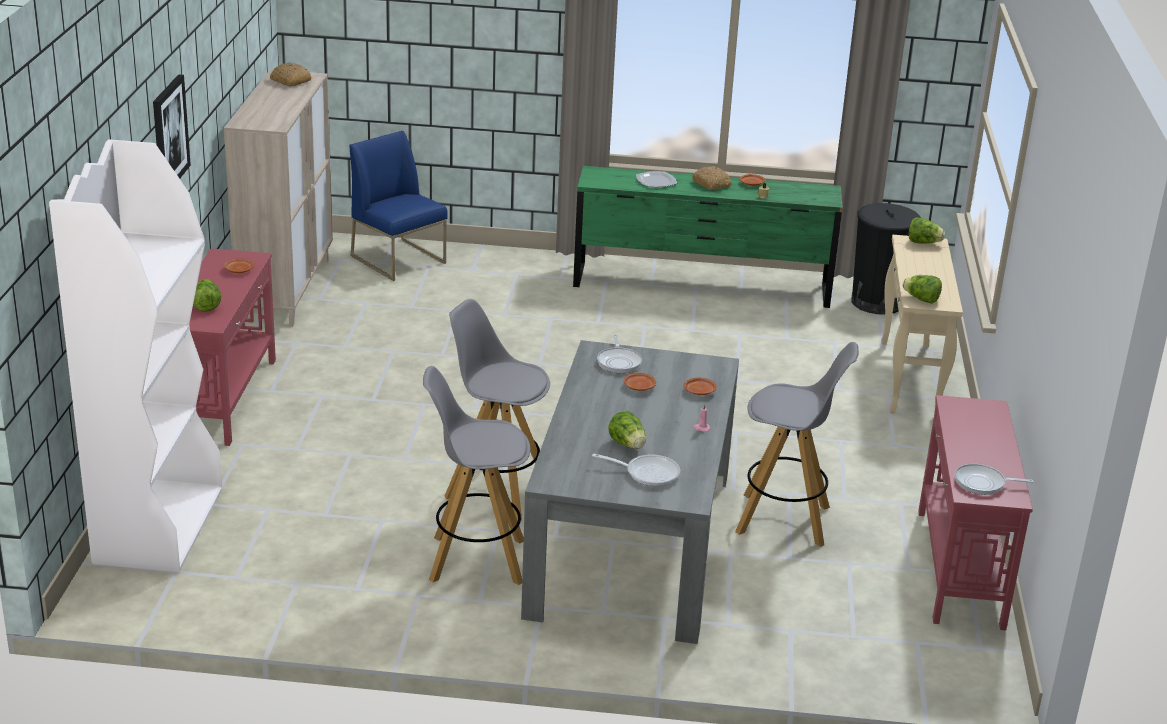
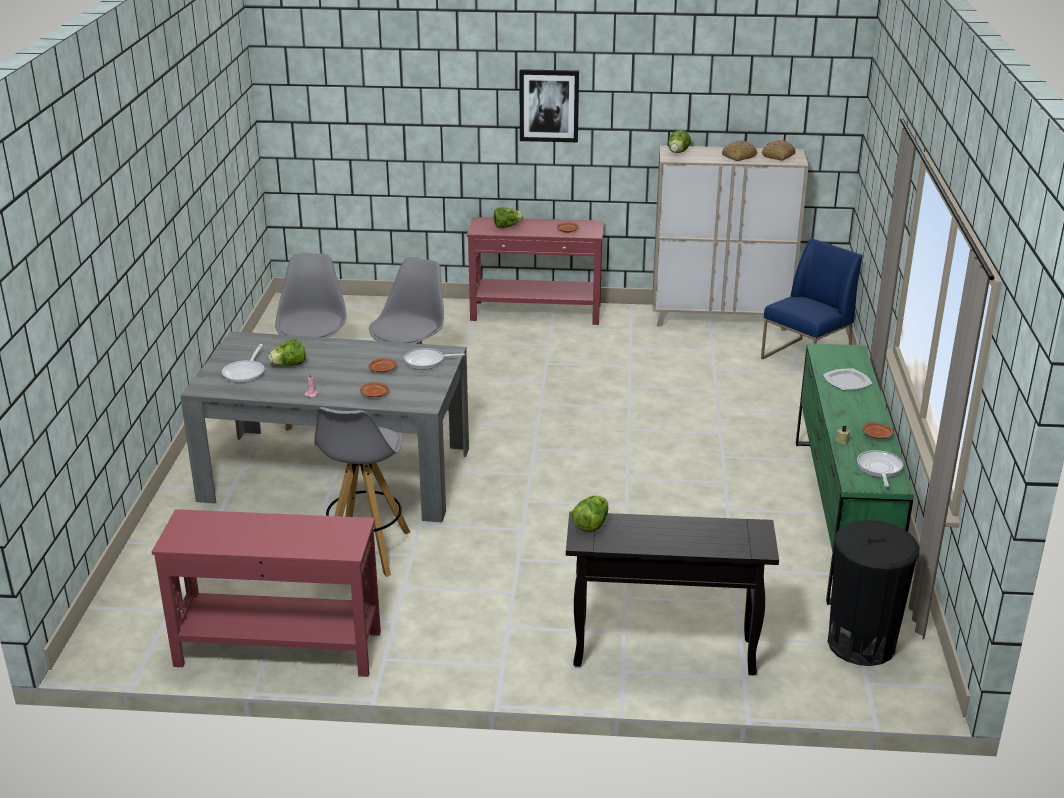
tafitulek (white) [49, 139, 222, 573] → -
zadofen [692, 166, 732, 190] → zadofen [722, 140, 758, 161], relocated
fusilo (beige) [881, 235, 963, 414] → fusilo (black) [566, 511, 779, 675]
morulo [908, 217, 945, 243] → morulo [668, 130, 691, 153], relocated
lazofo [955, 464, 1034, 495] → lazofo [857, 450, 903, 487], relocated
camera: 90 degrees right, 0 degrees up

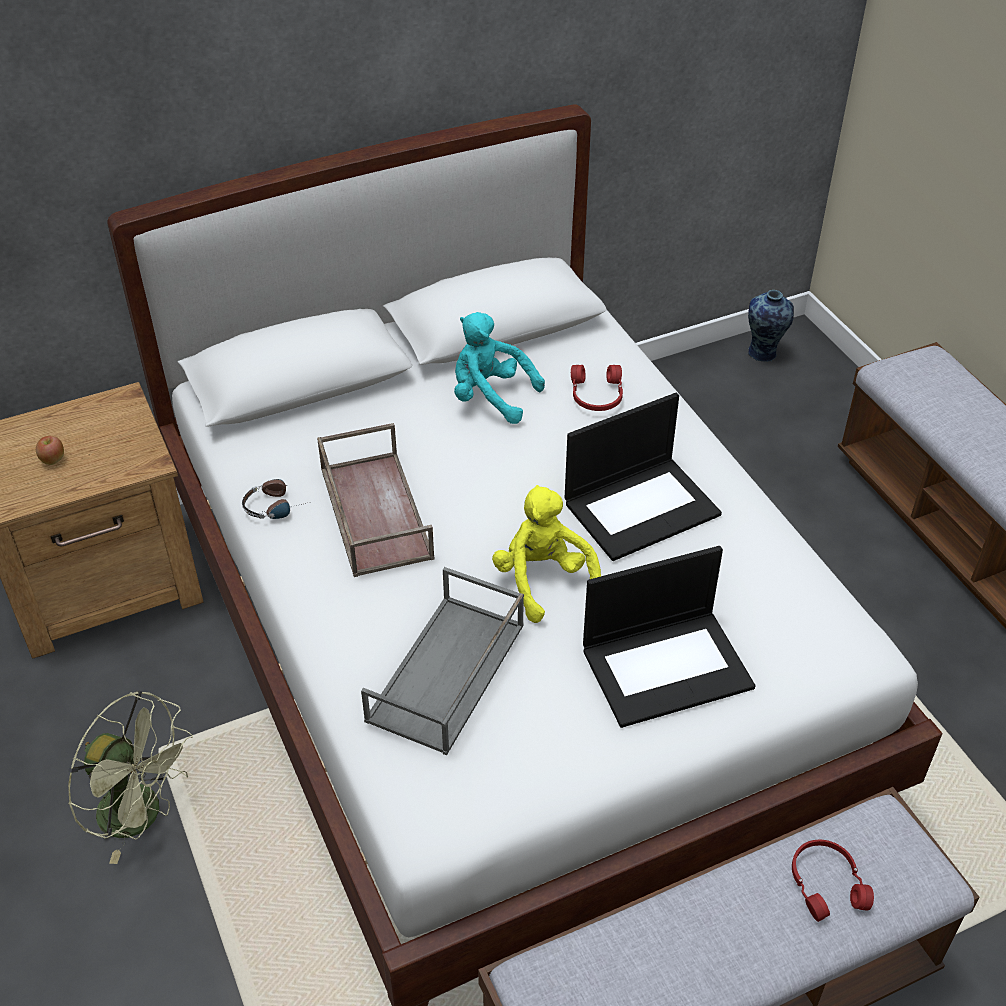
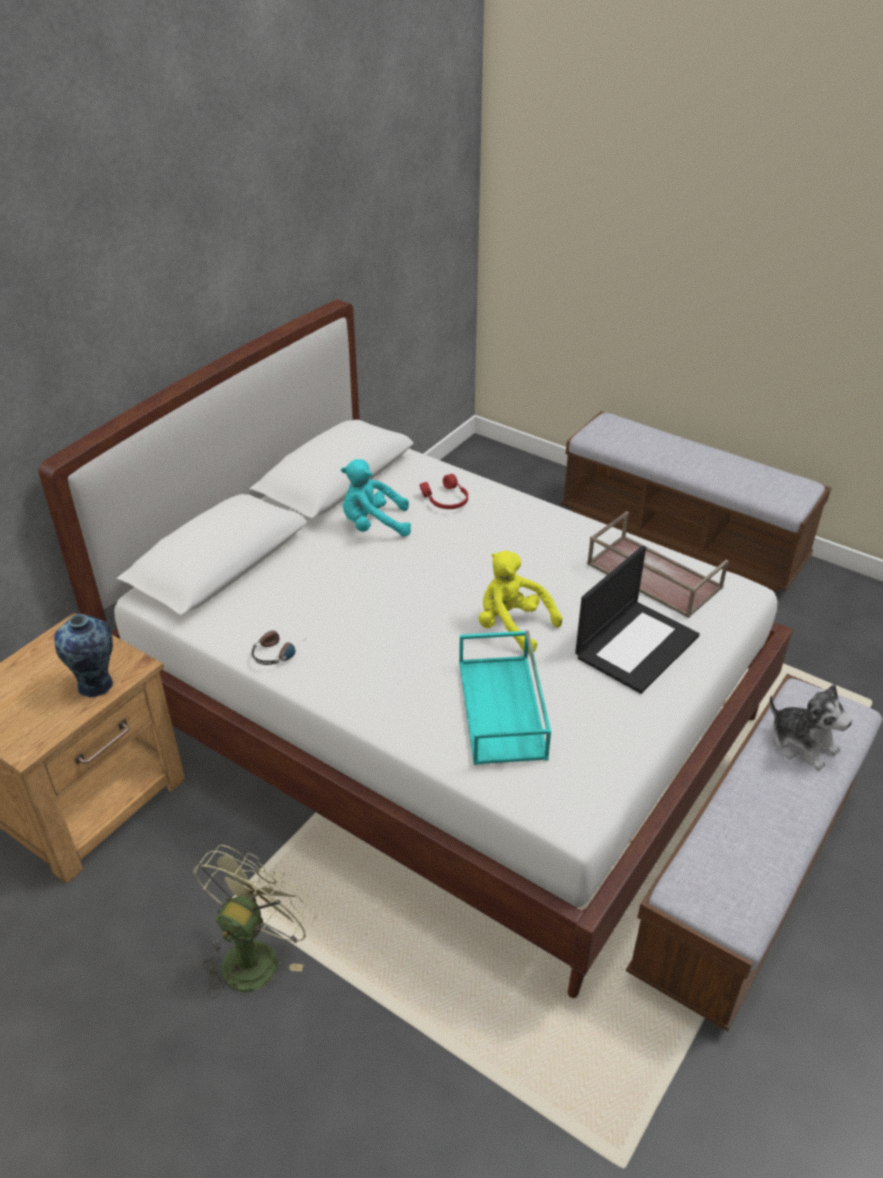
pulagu [36, 436, 64, 465] → -
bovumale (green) [68, 690, 193, 864] → bovumale (green) [193, 845, 316, 999], 60 degrees counterclockwise
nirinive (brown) [317, 423, 435, 577] → nirinive (brown) [587, 511, 729, 618], relocated
nirinive (grey) [361, 567, 524, 755] → nirinive (turquoise) [459, 630, 551, 765]
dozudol [565, 393, 722, 561] → -
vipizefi [748, 290, 794, 362] → vipizefi [54, 614, 113, 698], relocated
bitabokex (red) [792, 840, 874, 922] → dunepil [769, 684, 852, 771]
camera: 30 degrees left, 5 degrees down

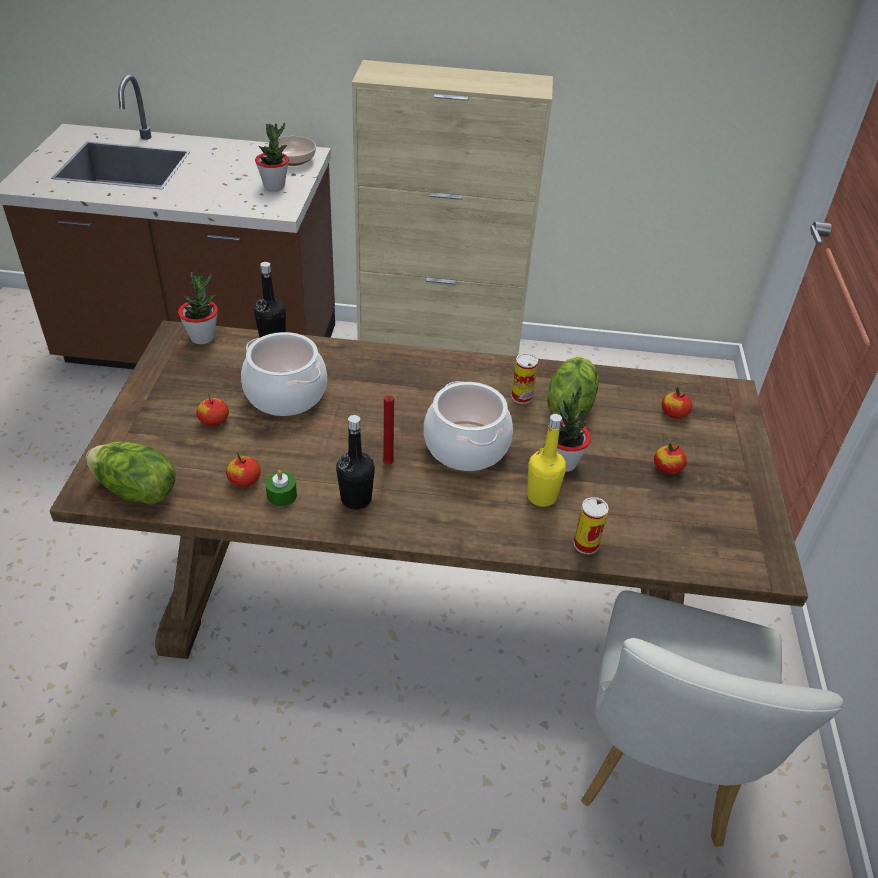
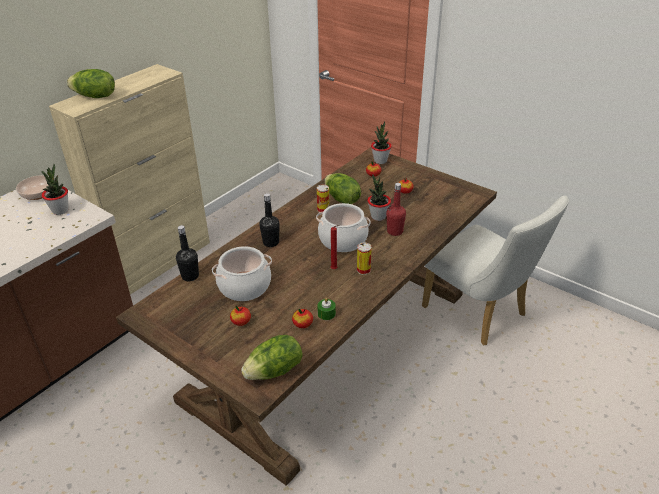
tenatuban [178, 272, 218, 344] → tenatuban [371, 121, 392, 164], relocated
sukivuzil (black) [336, 415, 375, 509] → sukivuzil (black) [259, 193, 280, 247], relocated
sukivuzil (yellow) [527, 414, 566, 507] → sukivuzil (red) [386, 183, 406, 236]
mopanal [573, 497, 609, 554] → mopanal [357, 243, 372, 275], relocated
- → morulo [67, 69, 115, 98]
camera: 55 degrees left, 5 degrees down

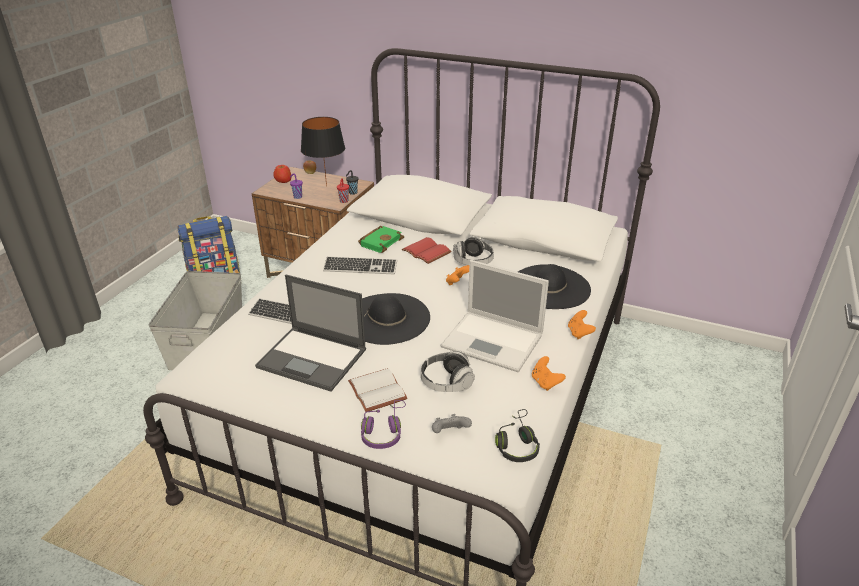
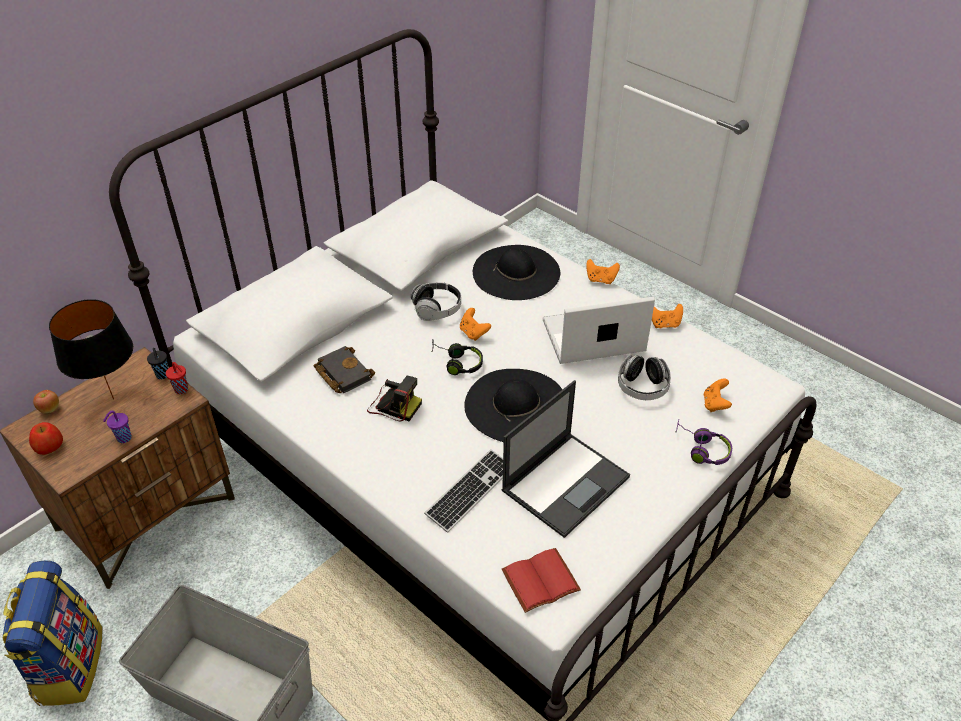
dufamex [323, 256, 397, 274] → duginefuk [367, 376, 422, 422]
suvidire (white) [348, 368, 407, 412] → -
suvidire (green) [358, 226, 404, 253] → suvidire (black) [314, 346, 375, 393]
suvidire (red) [402, 237, 452, 264] → suvidire (red) [502, 548, 581, 613], relocated
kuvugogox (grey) [432, 414, 472, 433] → kuvugogox (orange) [704, 379, 732, 412]
dozudol [441, 260, 549, 372] → dozudol [543, 297, 655, 364], 150 degrees counterclockwise
bitabokex (black) [495, 409, 540, 462] → bitabokex (black) [431, 340, 483, 375], relocated
camera: 70 degrees left, 10 degrees up

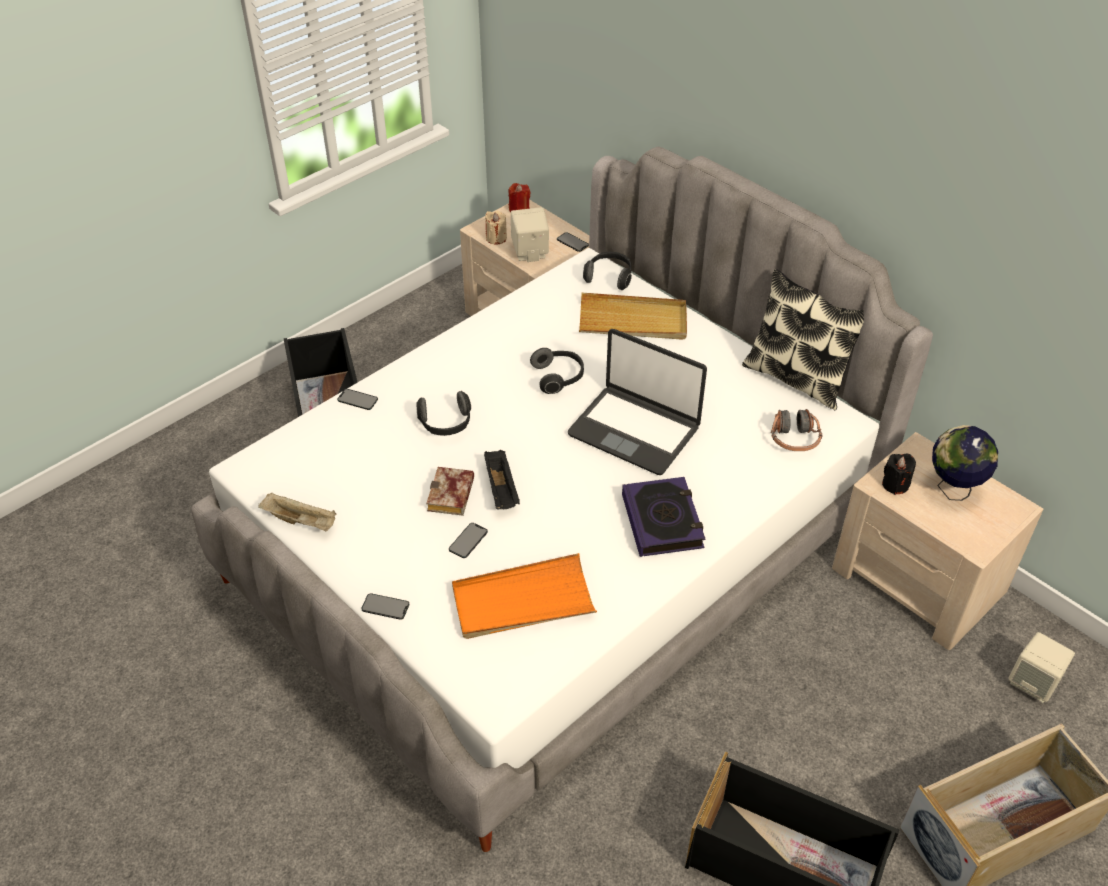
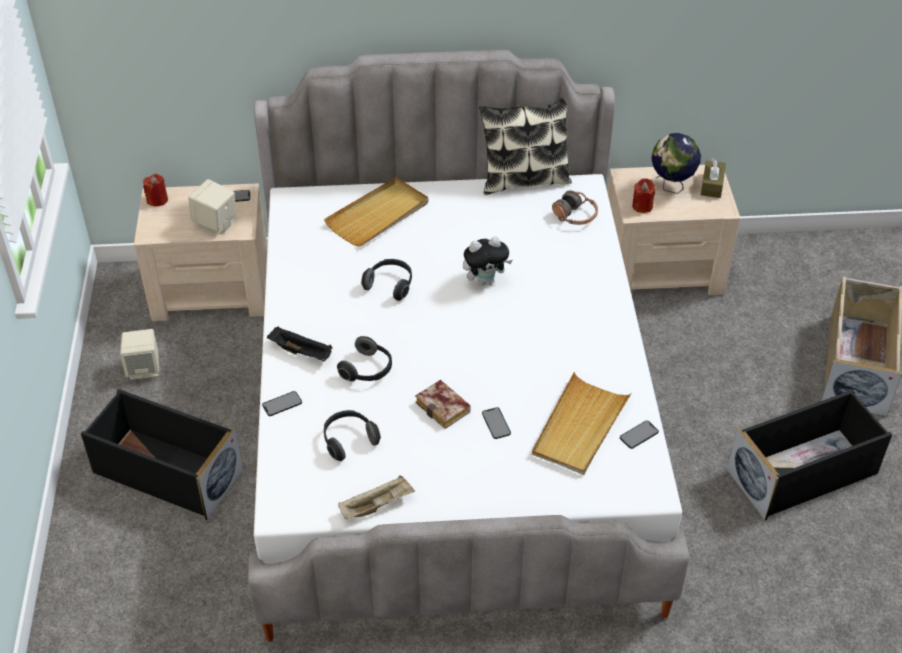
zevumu [361, 593, 409, 620] → zevumu [620, 421, 659, 449], relocated
nirinive (orange) [452, 553, 597, 639] → nirinive (beige) [532, 372, 632, 475]
nirinive (black) [484, 450, 520, 510] → nirinive (black) [267, 326, 333, 362], relocated
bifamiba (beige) [485, 211, 507, 245] → -
dozudol [568, 329, 707, 475] → dunepil [463, 236, 513, 286]
bitabokex [583, 252, 632, 290] → bitabokex [324, 410, 381, 461], relocated
suvidire [622, 477, 705, 557] → -
bifamiba (black) [882, 453, 916, 495] → bifamiba (red) [632, 178, 656, 213]
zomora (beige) [1008, 632, 1075, 703] → zomora (beige) [120, 329, 159, 380], relocated
- → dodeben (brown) [701, 158, 726, 198]
camera: 50 degrees left, 0 degrees up

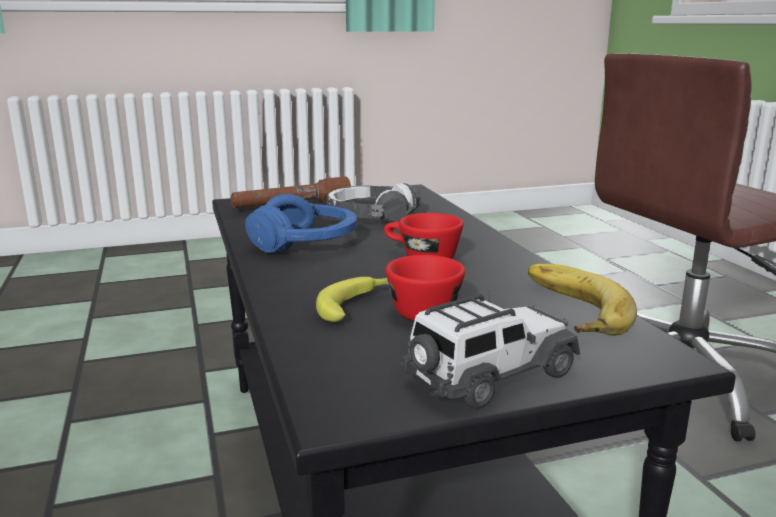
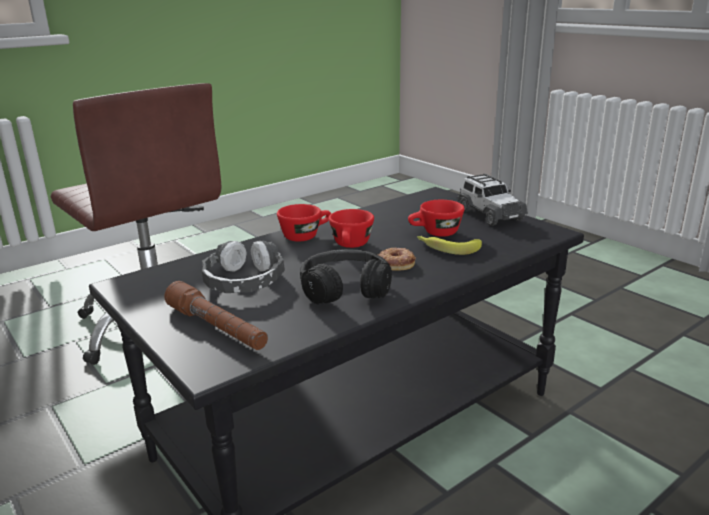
bitabokex (blue) [245, 194, 357, 253] → bitabokex (black) [300, 249, 392, 304]
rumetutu [401, 292, 580, 409] → rumetutu [457, 173, 528, 226], 150 degrees counterclockwise
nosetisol [528, 264, 637, 336] → -
- → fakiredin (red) [277, 204, 331, 242]
- → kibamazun [378, 248, 416, 271]
camera: 110 degrees left, 5 degrees up

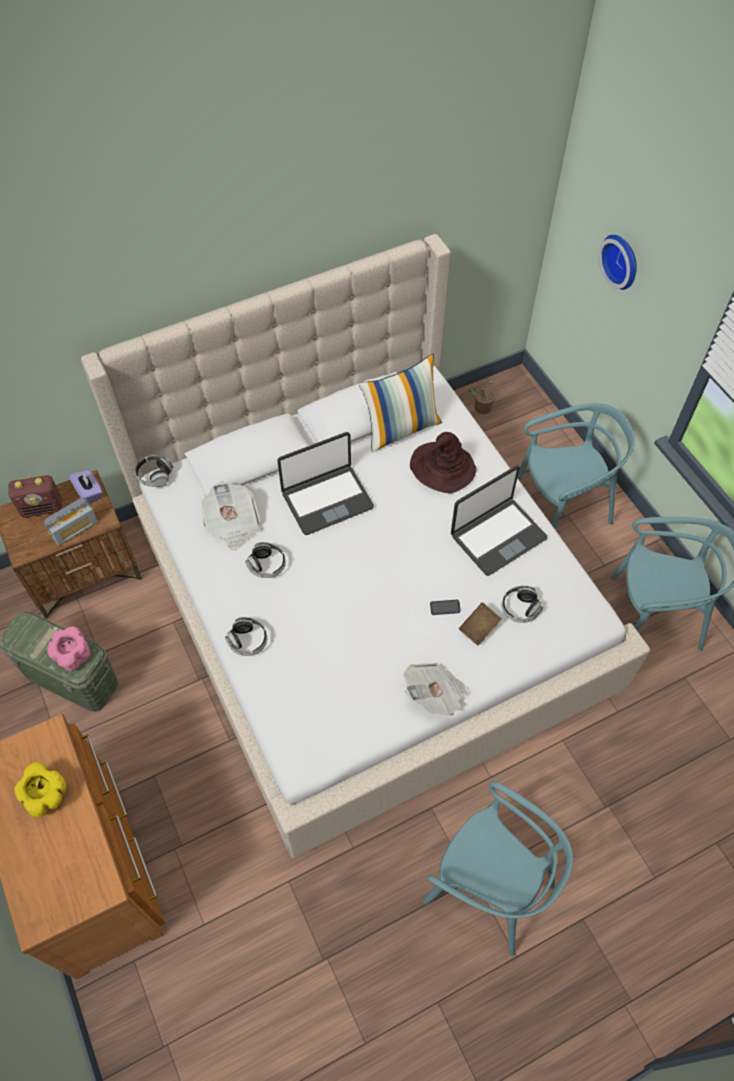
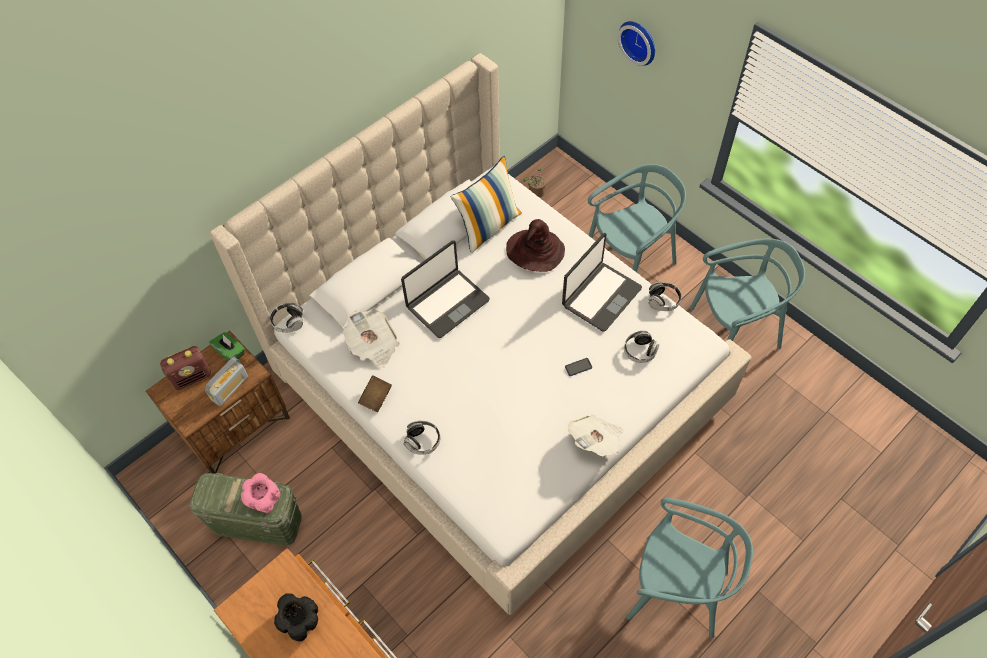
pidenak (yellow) [14, 762, 66, 818] → pidenak (black) [274, 593, 318, 642]
dodeben (purple) [69, 470, 102, 504] → dodeben (green) [209, 332, 245, 361]
bitabokex [245, 542, 286, 578] → bitabokex [649, 282, 682, 311], relocated
suvidire (brown) [459, 603, 501, 645] → suvidire (brown) [358, 375, 392, 412], relocated
camera: 15 degrees left, 0 degrees up

